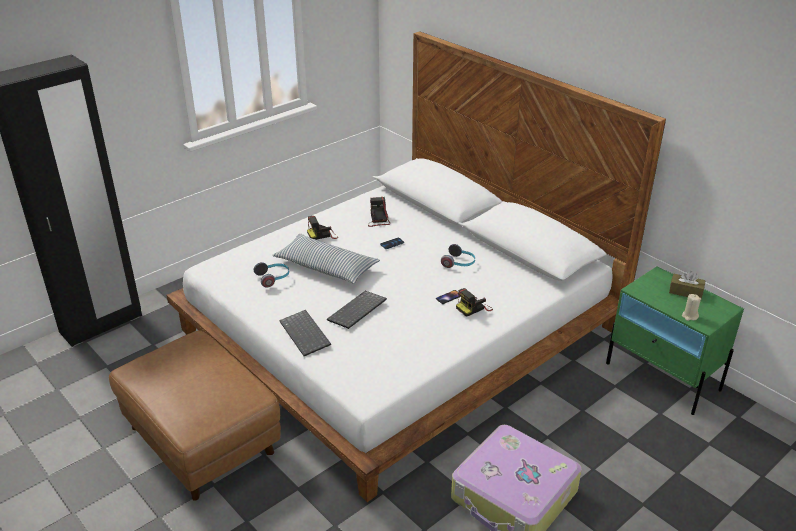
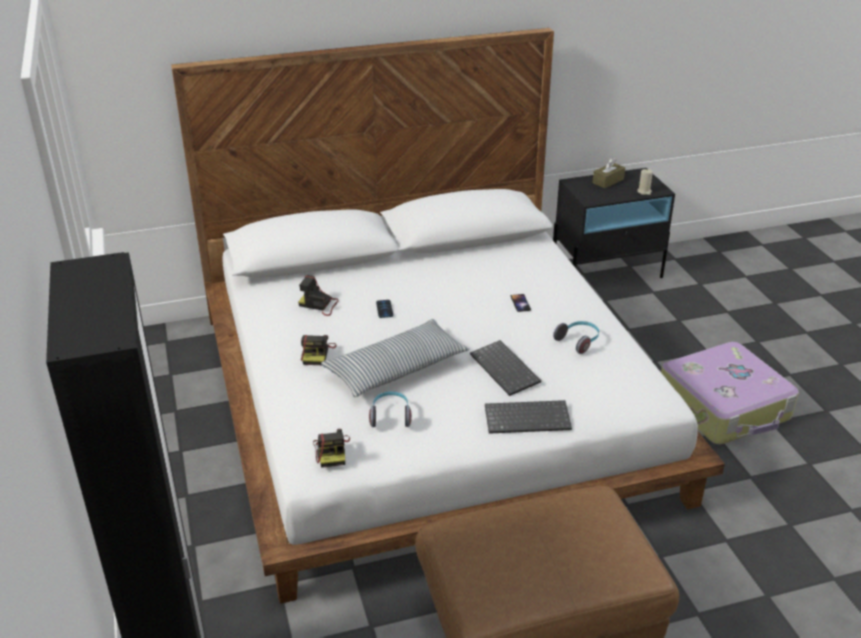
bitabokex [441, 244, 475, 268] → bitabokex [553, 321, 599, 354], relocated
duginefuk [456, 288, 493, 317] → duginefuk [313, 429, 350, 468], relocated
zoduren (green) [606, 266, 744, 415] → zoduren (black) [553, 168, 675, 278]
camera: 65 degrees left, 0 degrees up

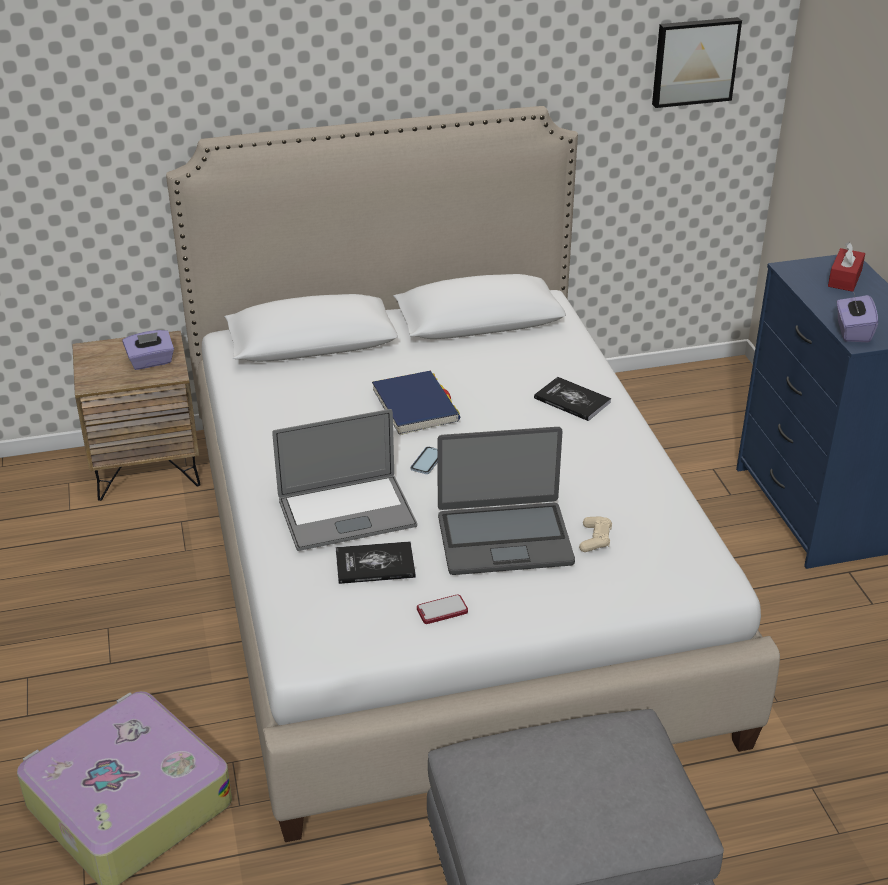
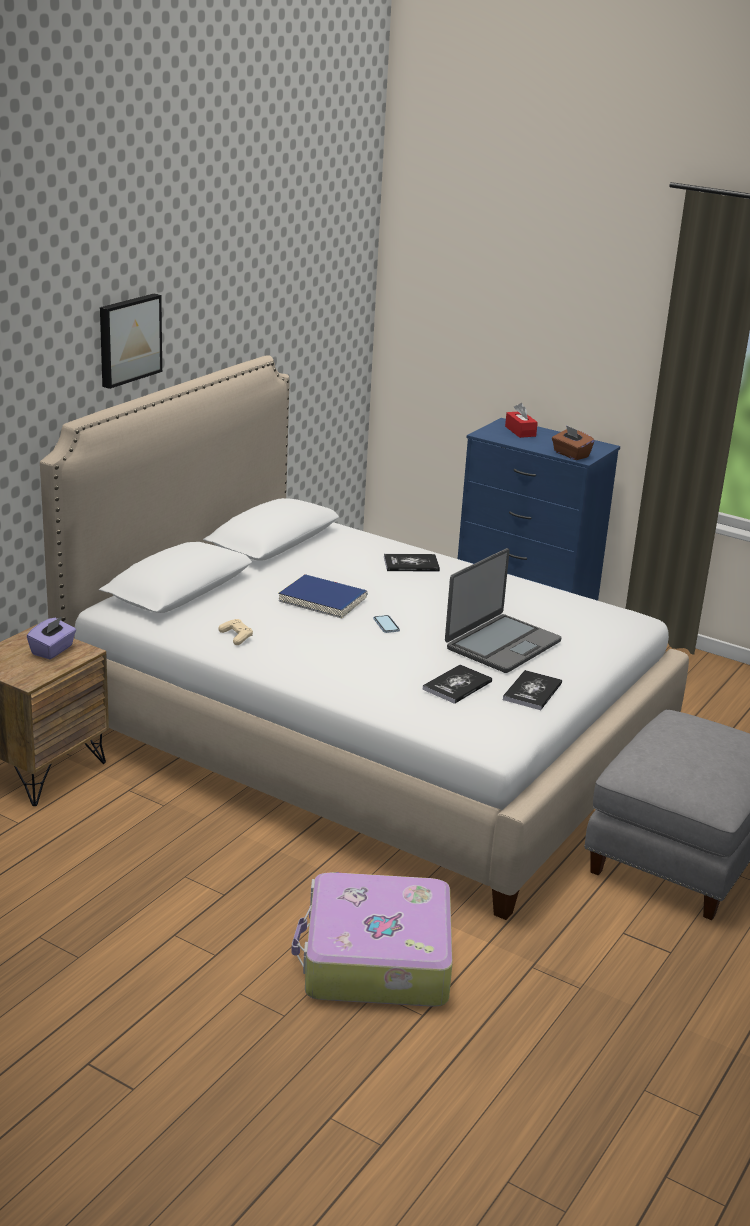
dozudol [272, 409, 417, 551] → -
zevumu [417, 594, 468, 624] → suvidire [503, 670, 562, 710]
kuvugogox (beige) [579, 516, 612, 552] → kuvugogox (beige) [218, 619, 253, 645], relocated
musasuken [652, 17, 742, 108] → musasuken [100, 293, 162, 389], relocated
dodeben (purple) [837, 294, 878, 342] → dodeben (brown) [552, 425, 595, 460]
camera: 45 degrees left, 10 degrees down

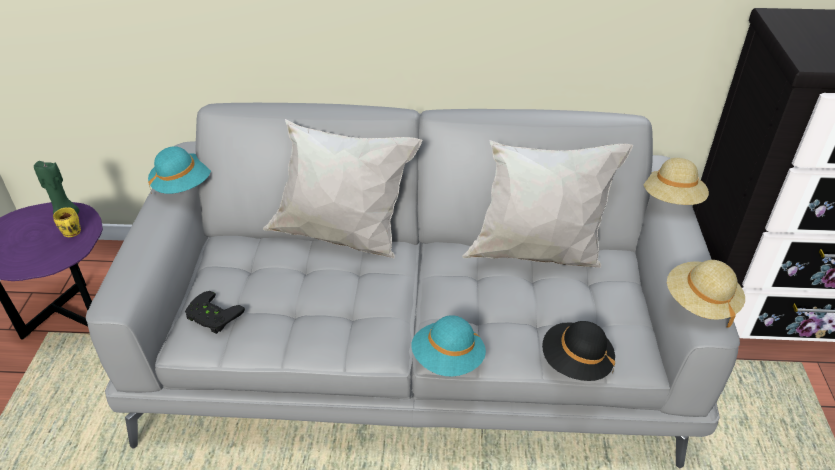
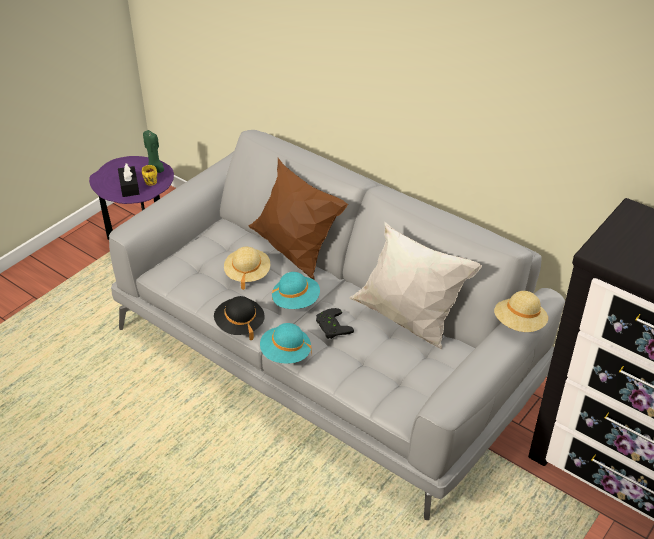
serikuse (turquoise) [148, 146, 211, 194] → serikuse (turquoise) [272, 272, 320, 309], relocated
kuvugogox (black) [185, 291, 245, 334] → kuvugogox (black) [316, 308, 354, 339], relocated
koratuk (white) [263, 119, 422, 258] → koratuk (brown) [249, 158, 348, 280]
serikuse (black) [542, 321, 615, 381] → serikuse (black) [214, 296, 265, 340], relocated
serikuse (beige) [667, 260, 745, 328] → serikuse (beige) [224, 247, 270, 290], relocated
- → dodeben (black) [118, 163, 139, 197]
camera: 35 degrees right, 0 degrees up

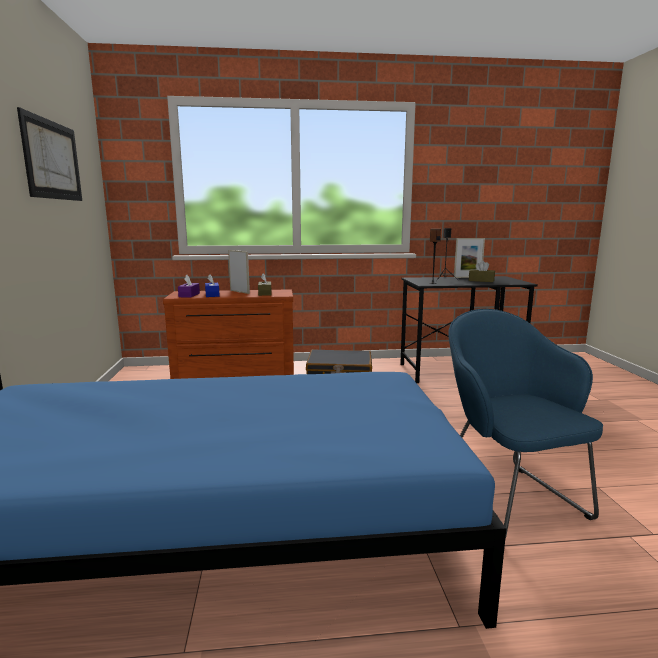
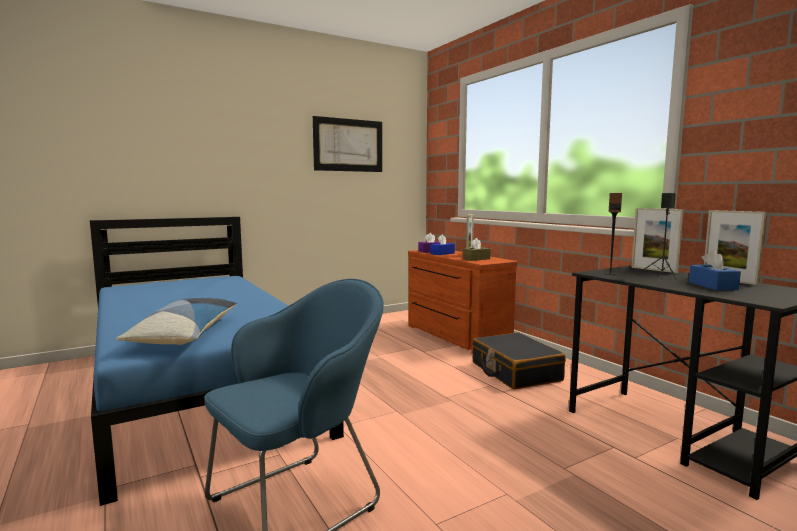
dodeben (brown) [469, 261, 495, 282] → dodeben (blue) [689, 250, 741, 290]
- → koratuk [116, 298, 237, 345]
- → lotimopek [631, 208, 684, 273]
camera: 65 degrees right, 5 degrees down

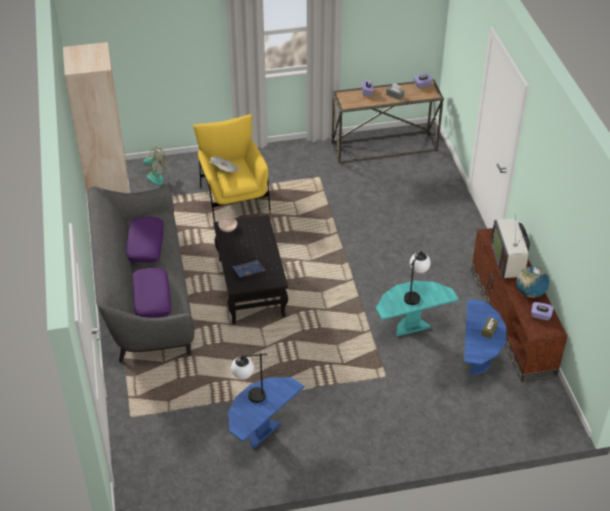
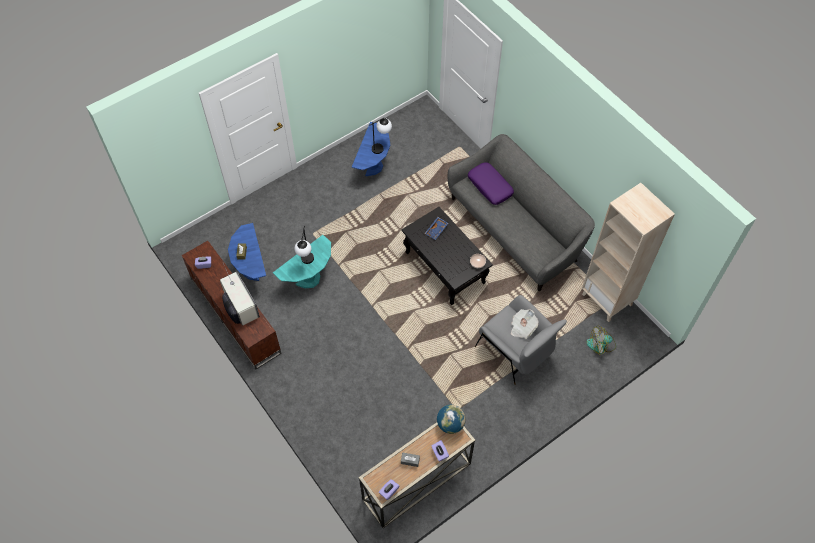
koratuk (purple) [126, 217, 164, 263] → -
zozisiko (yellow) [193, 114, 271, 222] → zozisiko (grey) [475, 295, 567, 385]
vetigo [517, 266, 549, 298] → vetigo [437, 405, 466, 434], relocated
camera: 155 degrees right, 15 degrees up

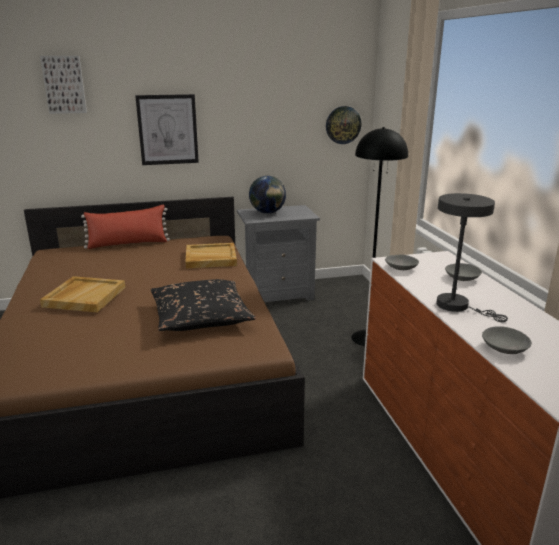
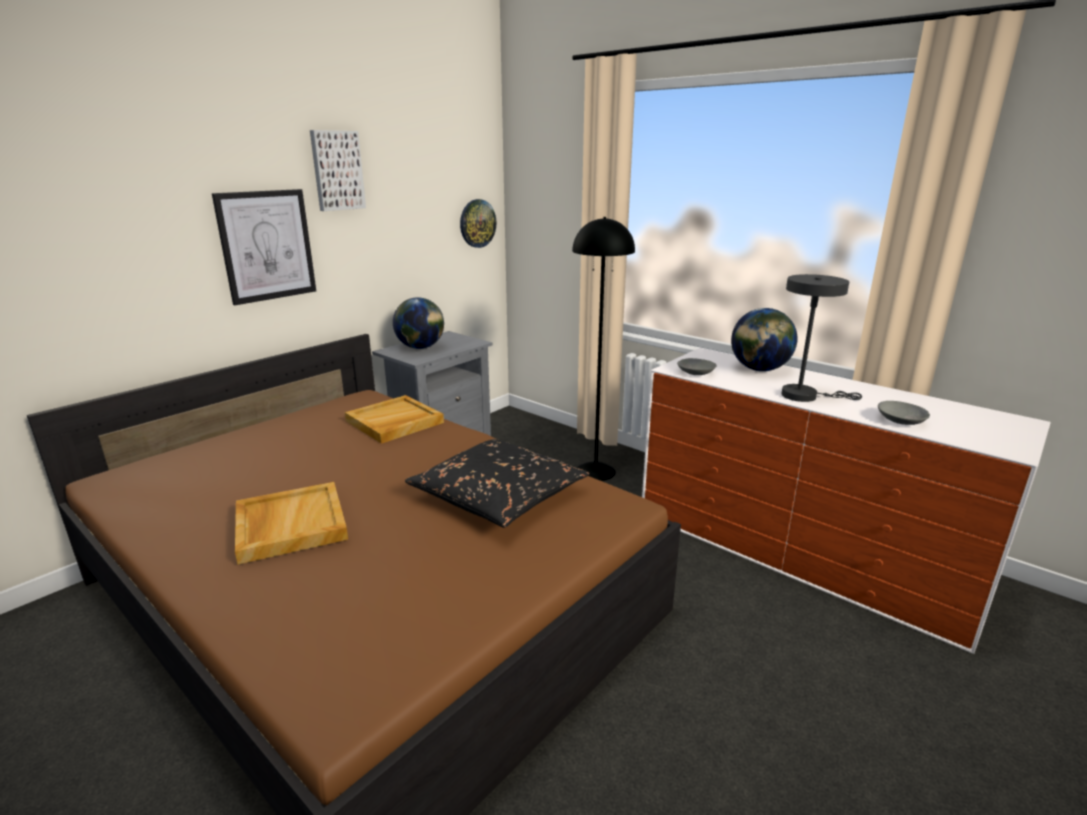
musasuken [40, 56, 87, 114] → musasuken [310, 130, 366, 211], relocated
koratuk (red) [81, 205, 170, 249] → -
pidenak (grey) [445, 263, 482, 281] → vetigo [731, 308, 797, 371]
camera: 35 degrees left, 0 degrees up

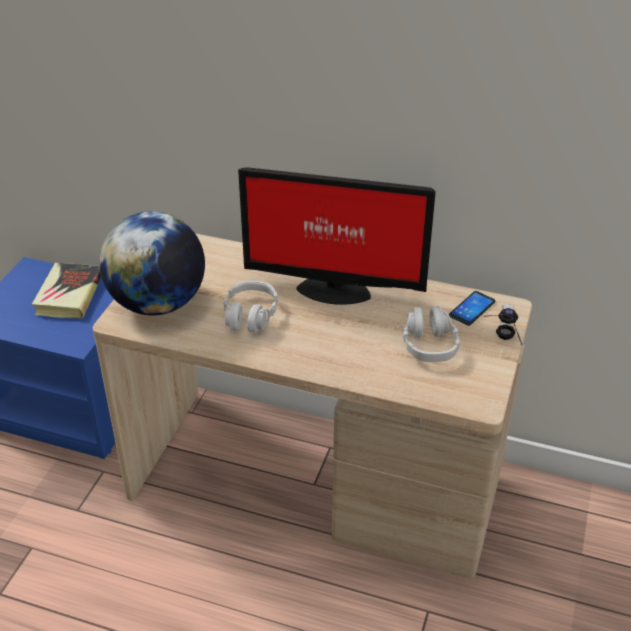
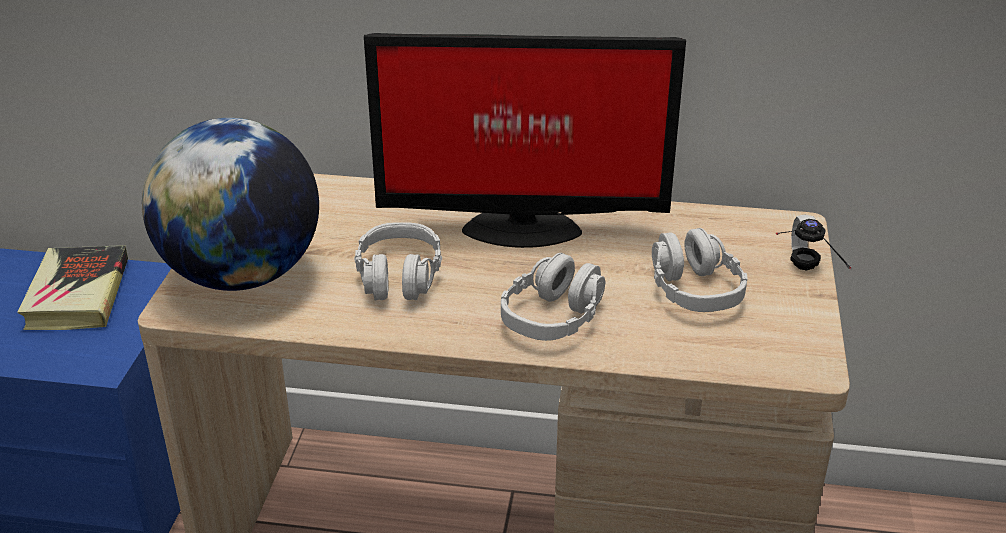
zevumu [449, 291, 496, 326] → -
- → bitabokex (grey) [501, 253, 606, 341]
camera: 10 degrees left, 5 degrees down

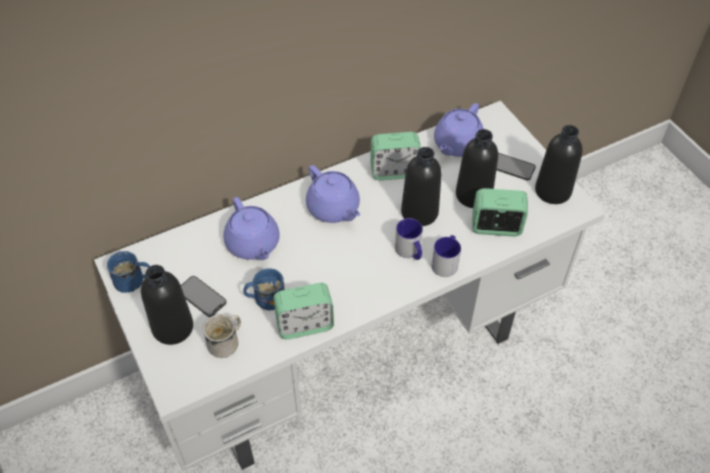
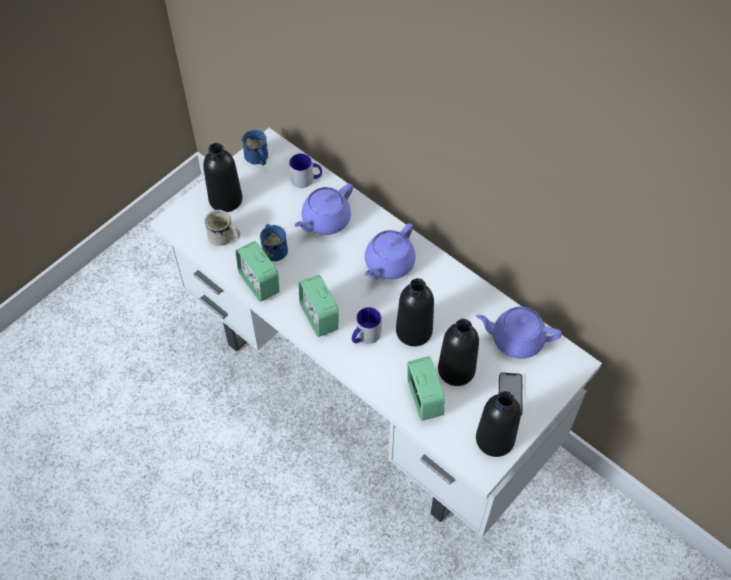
zevumu [181, 276, 227, 317] → -
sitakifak [370, 132, 421, 180] → sitakifak [298, 275, 339, 337], relocated
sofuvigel [432, 235, 461, 277] → sofuvigel [289, 153, 322, 188], relocated
camera: 70 degrees right, 5 degrees up

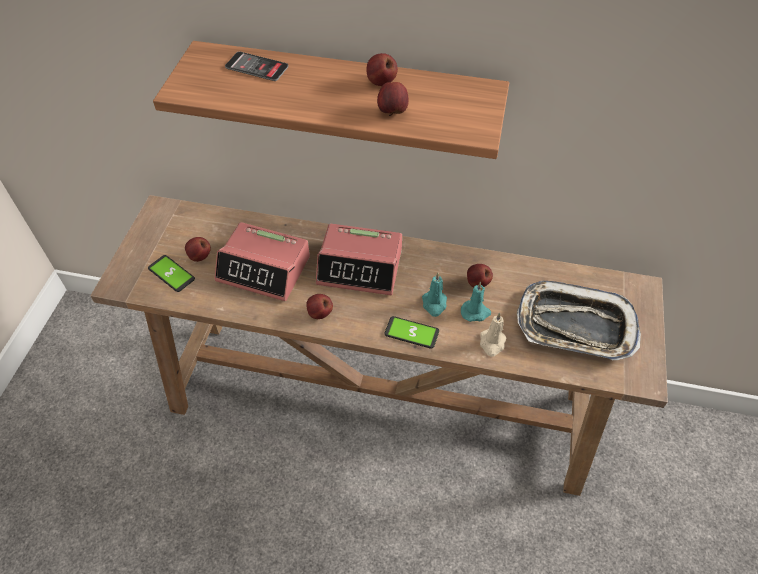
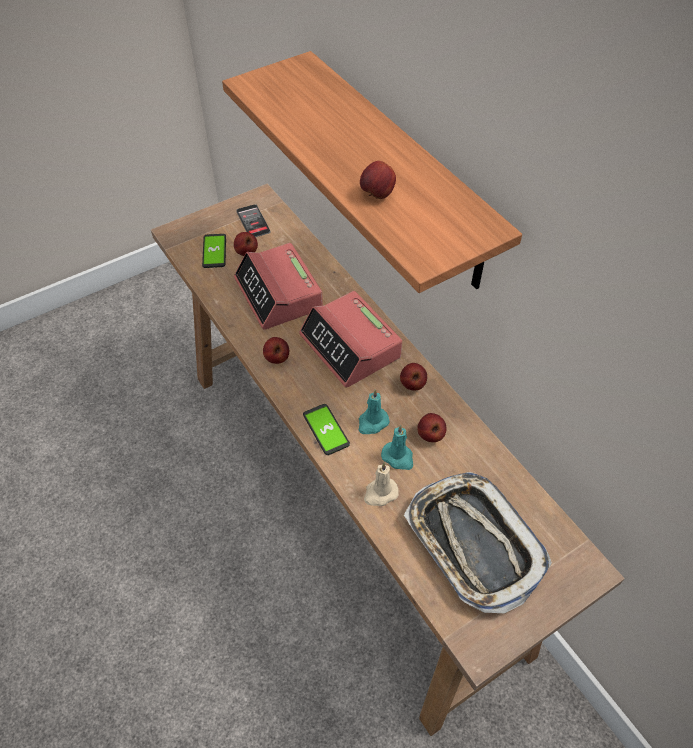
zevumu [225, 51, 289, 81] → zevumu [236, 204, 271, 237], relocated
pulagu [367, 53, 398, 86] → pulagu [400, 363, 427, 391], relocated
camera: 45 degrees right, 0 degrees up

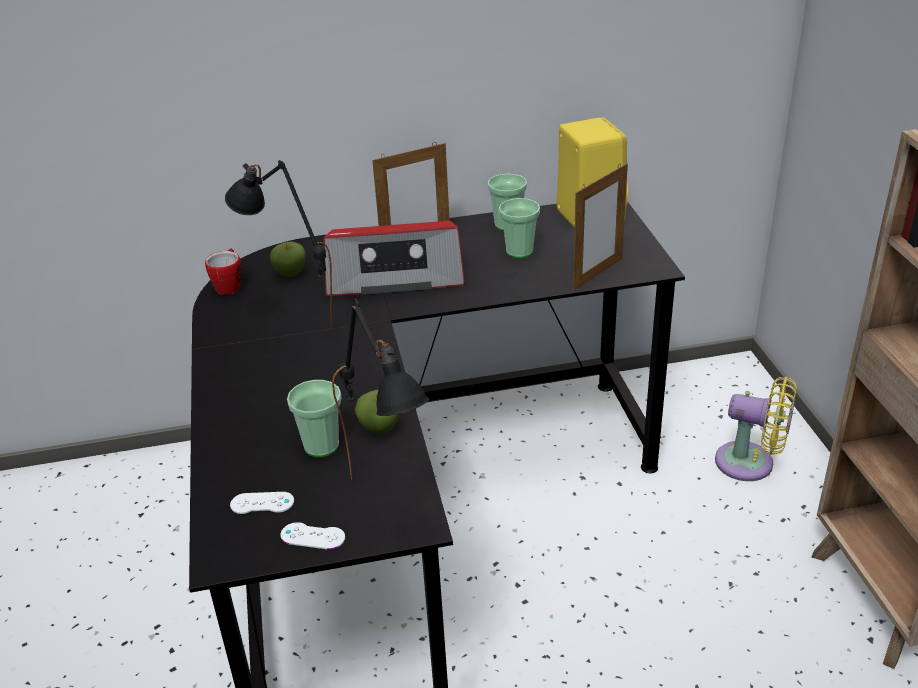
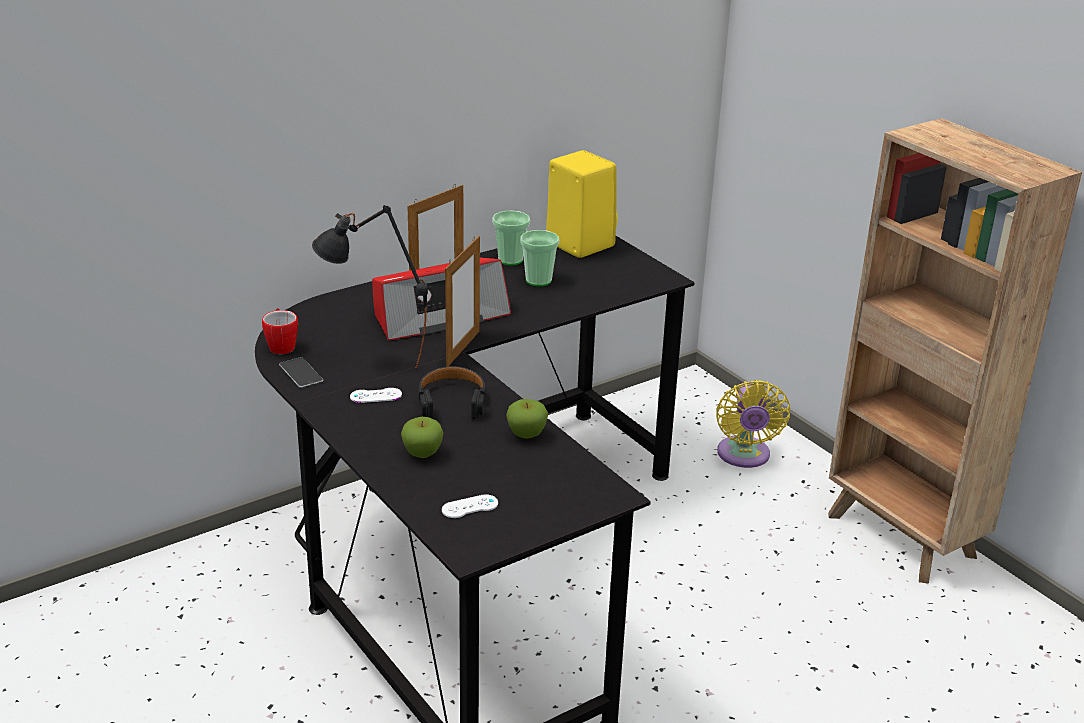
pulagu [270, 242, 306, 277] → pulagu [401, 417, 443, 458], relocated
kuvugogox (white) [281, 522, 345, 550] → kuvugogox (white) [350, 388, 402, 403], relocated
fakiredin [287, 380, 341, 457] → -
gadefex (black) [332, 299, 429, 481] → -
lotimopek [573, 163, 628, 291] → lotimopek [445, 236, 480, 367], relocated
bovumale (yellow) [715, 377, 796, 481] → bovumale (yellow) [716, 380, 790, 468], 90 degrees clockwise
- → zevumu [279, 357, 323, 388]
- → bitabokex (black) [418, 366, 486, 420]
camera: 25 degrees left, 5 degrees down

